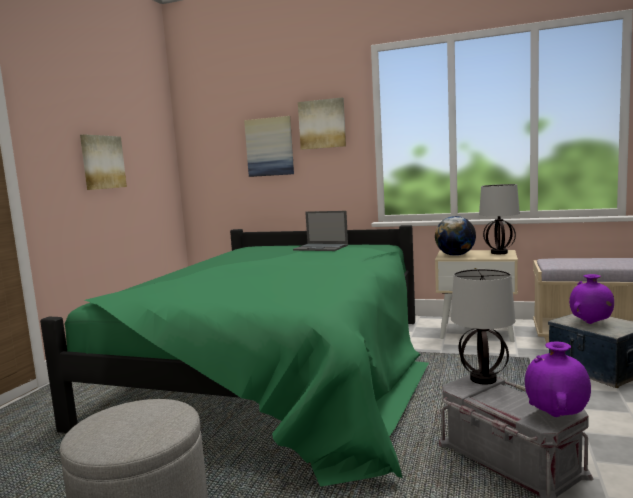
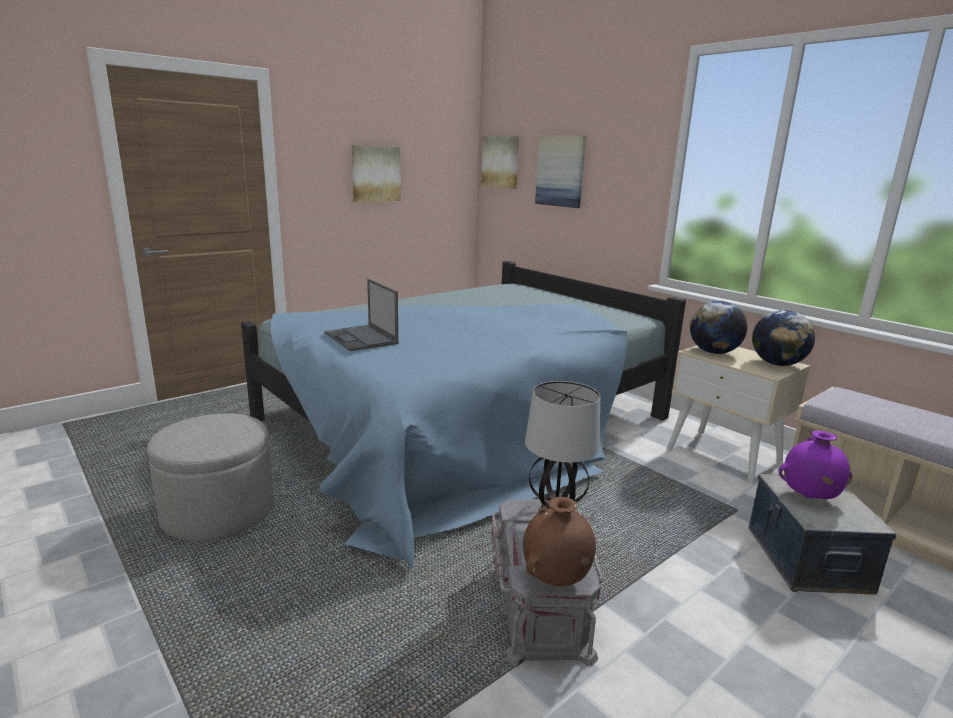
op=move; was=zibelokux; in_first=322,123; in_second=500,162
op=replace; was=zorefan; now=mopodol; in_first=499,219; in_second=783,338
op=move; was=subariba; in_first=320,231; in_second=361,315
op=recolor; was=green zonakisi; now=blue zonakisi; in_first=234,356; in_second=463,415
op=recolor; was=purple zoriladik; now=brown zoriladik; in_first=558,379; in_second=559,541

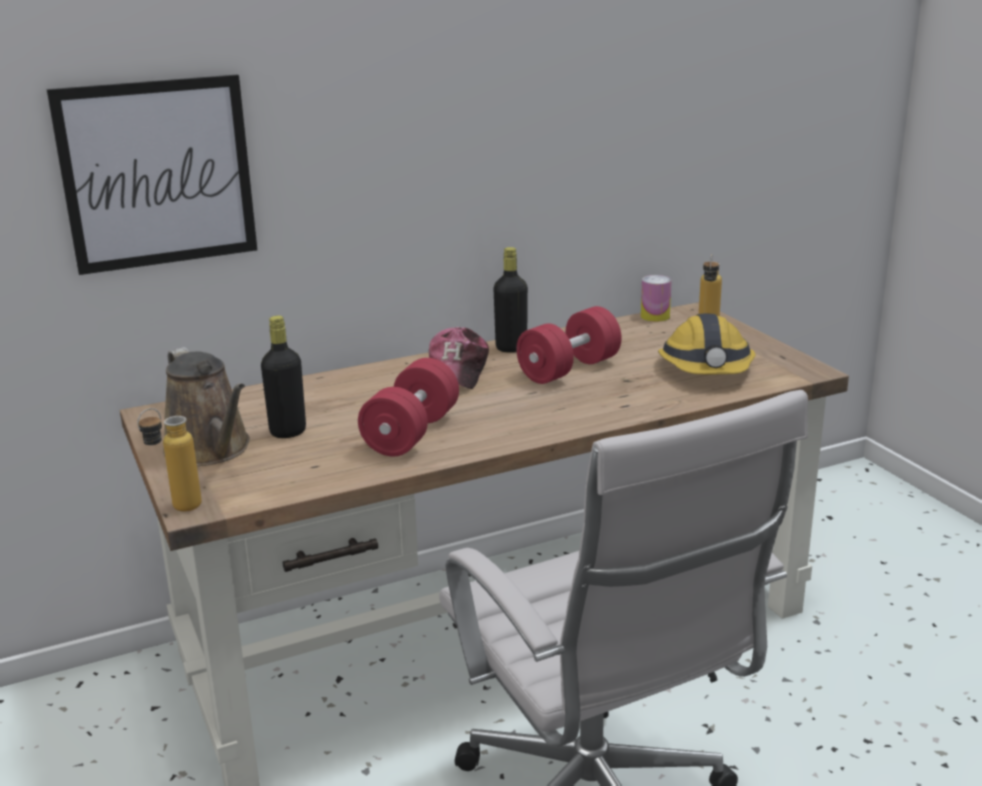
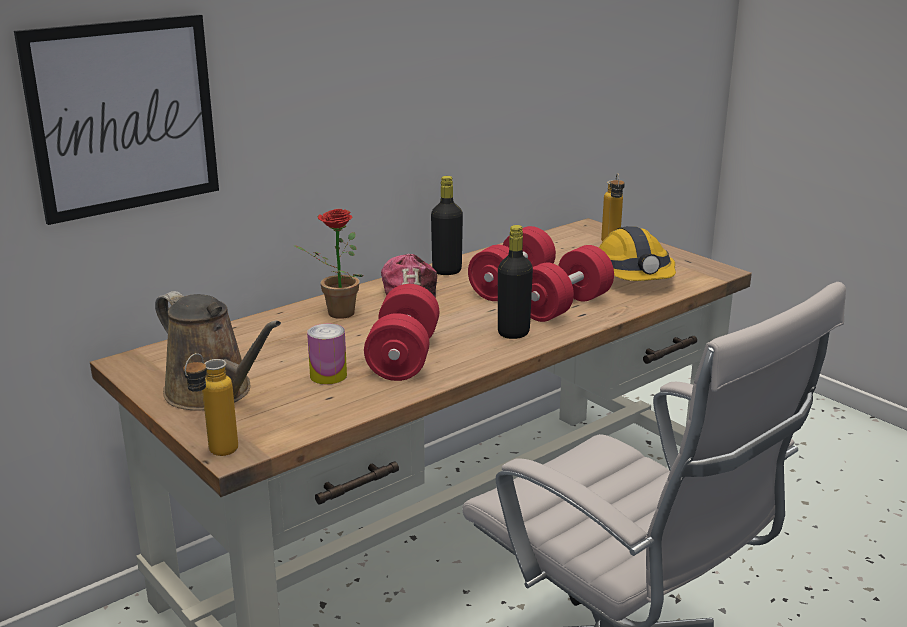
op=move; was=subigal; in_first=656,298; in_second=327,354
op=move; was=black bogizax; in_first=283,377; in_second=515,282
op=insert; now=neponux; in_second=328,264
op=insert; now=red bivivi; in_second=572,283

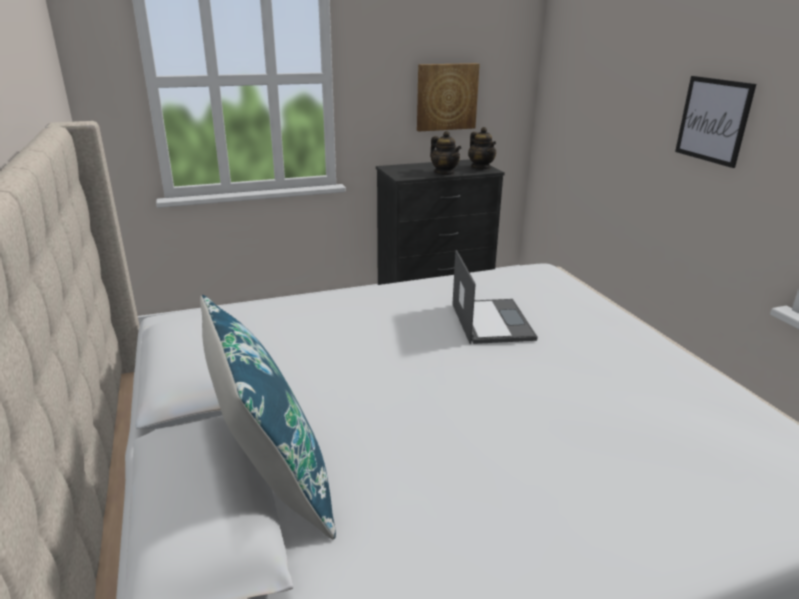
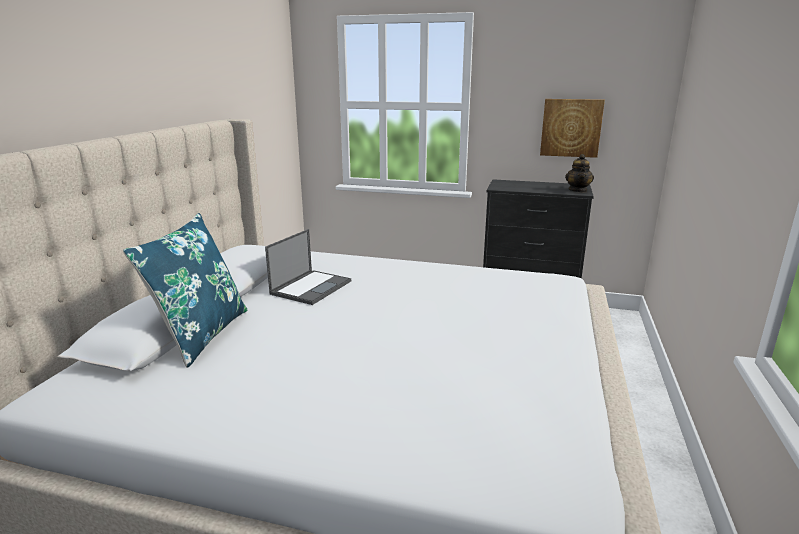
op=delete; was=zibelokux; in_first=715,122
op=delete; was=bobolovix; in_first=445,153
op=move; was=subariba; in_first=495,297; in_second=308,267

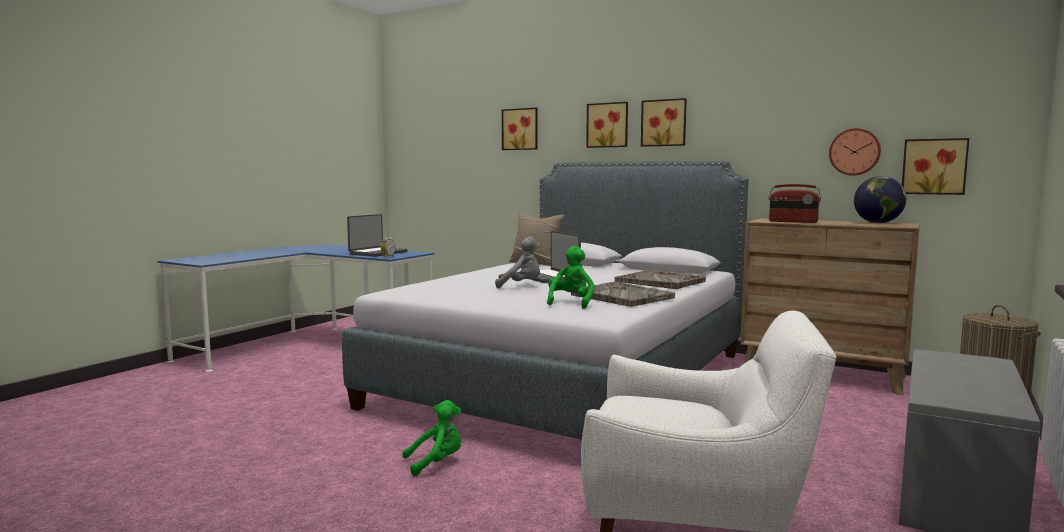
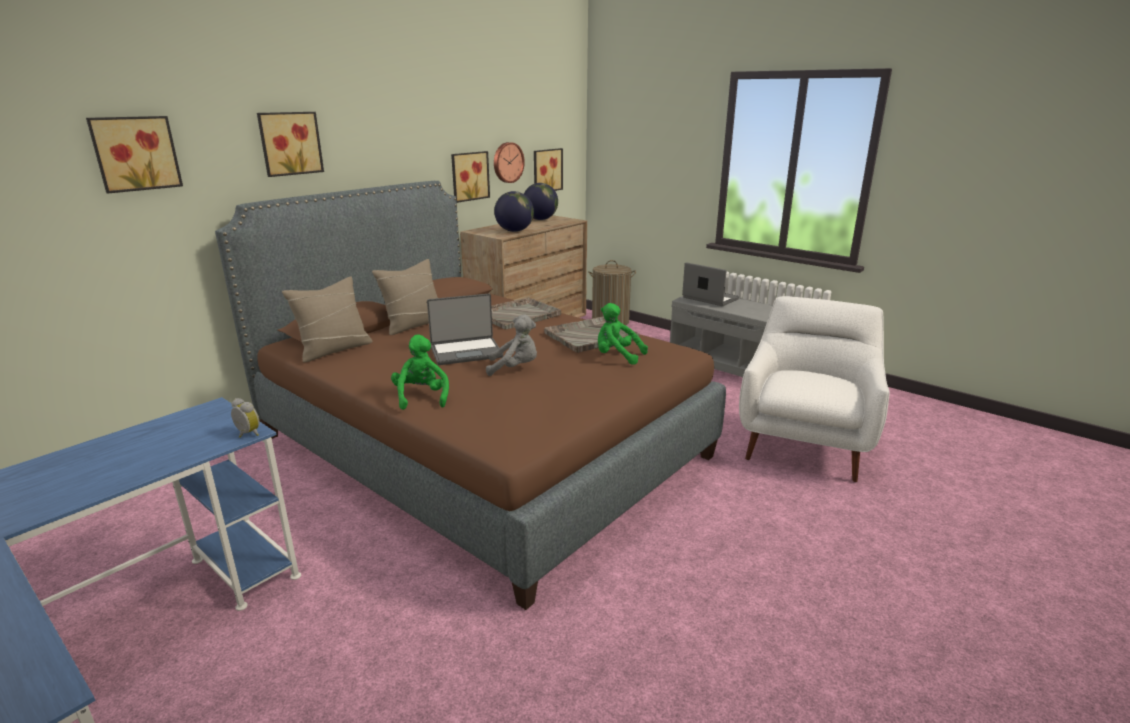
op=move; was=zibelokux; in_first=664,122; in_second=470,177
op=recolor; was=grey zonakisi; now=brown zonakisi; in_first=545,300; in_second=470,395
op=replace; was=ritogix; now=mopodol; in_first=795,203; in_second=514,211
op=move; was=subariba; in_first=377,235; in_second=710,284
op=rotate; was=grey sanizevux; in_first=517,262; in_second=511,345; clockwise=75
op=move; was=green sanizevux; in_first=432,438; in_second=420,372
op=insert; now=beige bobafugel; in_second=405,297

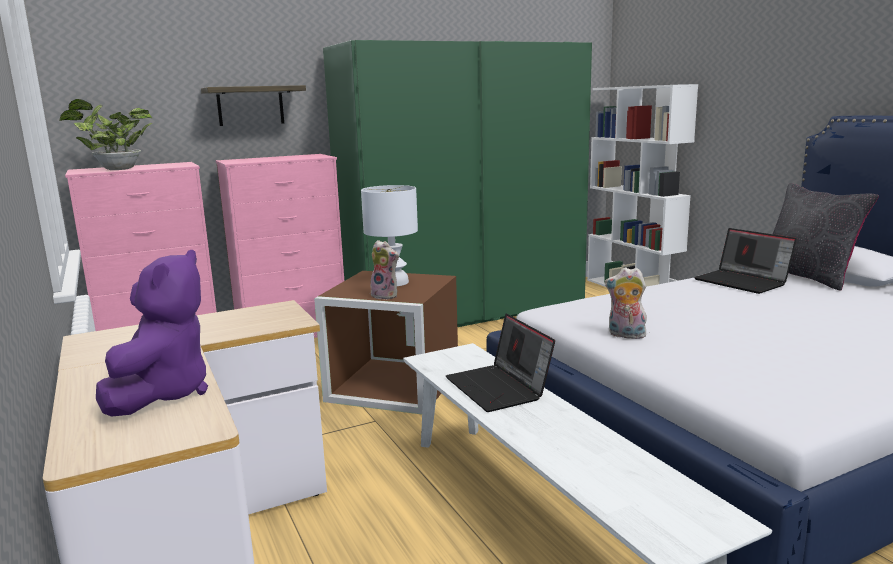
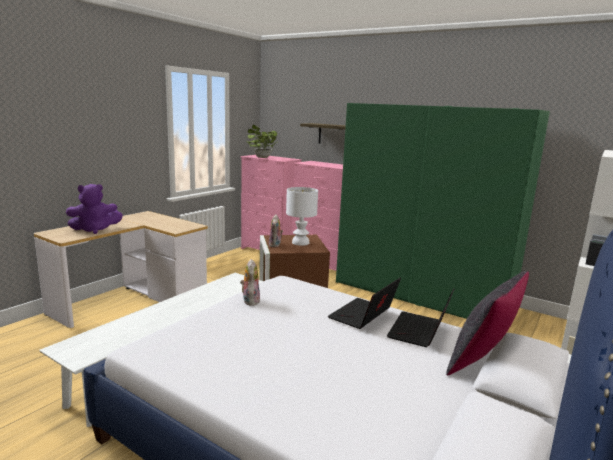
op=move; was=subariba; in_first=500,362; in_second=364,303

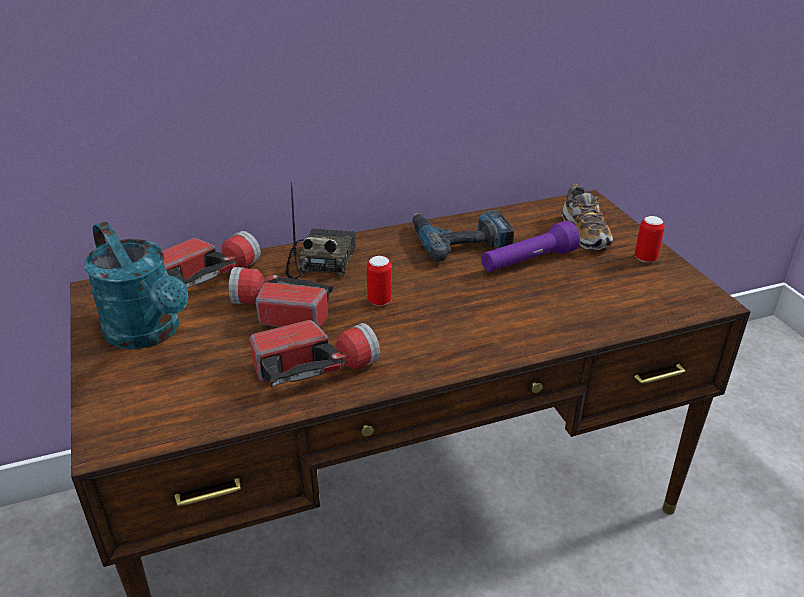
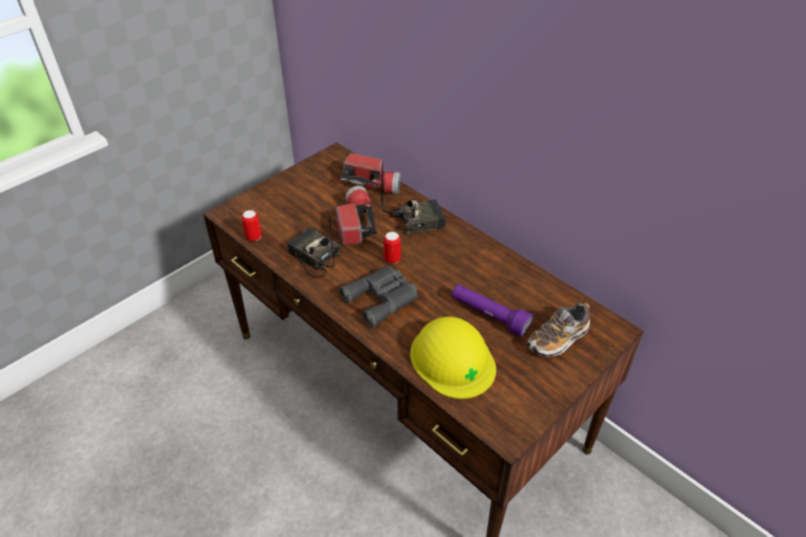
op=delete; was=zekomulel; in_first=463,236
op=move; was=subigal; in_first=650,239; in_second=252,225
op=delete; was=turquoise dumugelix; in_first=136,285
op=replace; was=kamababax; now=ritogix; in_first=315,353; in_second=314,246
op=insert; now=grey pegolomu; in_second=378,296
op=insert; now=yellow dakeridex; in_second=453,358

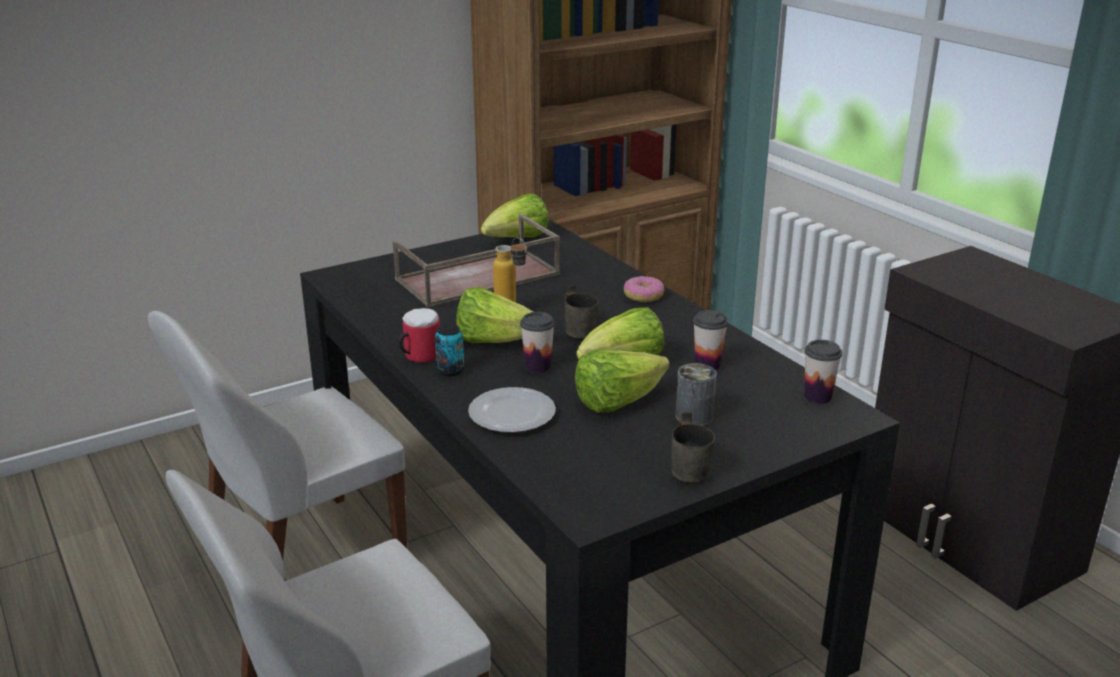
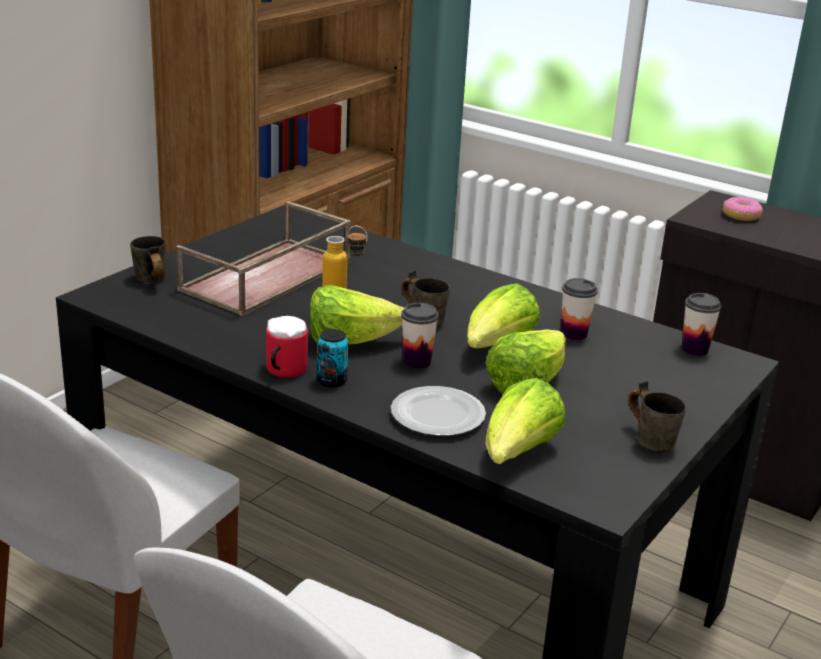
op=move; was=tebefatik; in_first=515,216; in_second=525,421
op=move; was=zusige; in_first=644,289; in_second=743,209
op=delete; was=subigal; in_first=696,394
op=insert; now=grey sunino; in_second=148,259

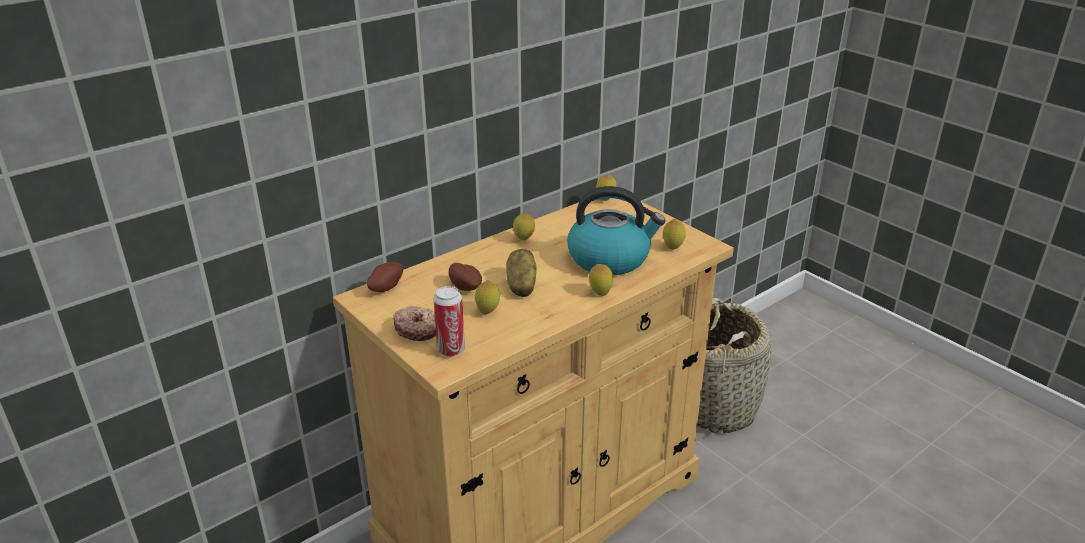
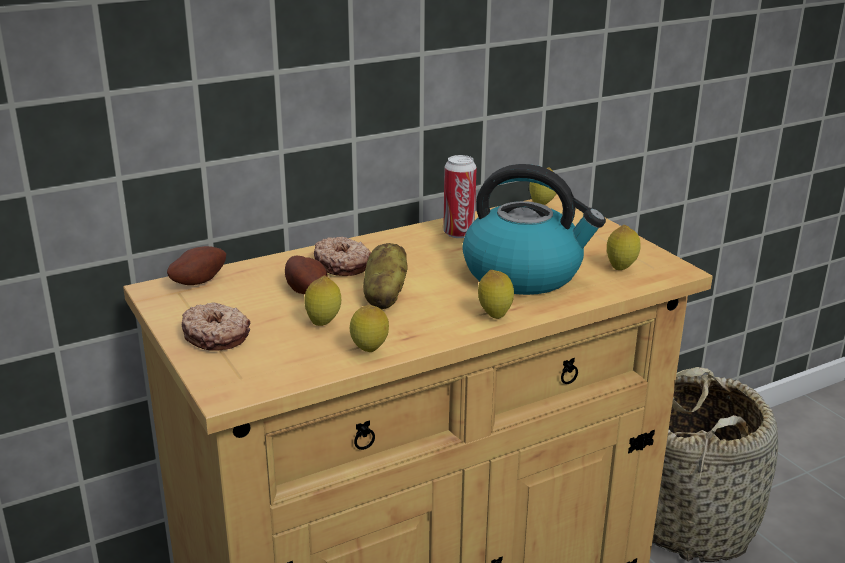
op=move; was=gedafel; in_first=524,226; in_second=369,328
op=move; was=subigal; in_first=449,321; in_second=460,196
op=insert; now=zusige; in_second=342,256

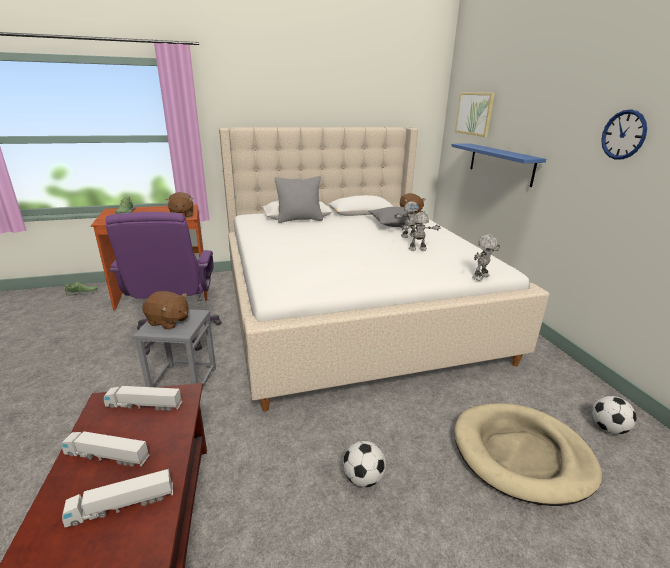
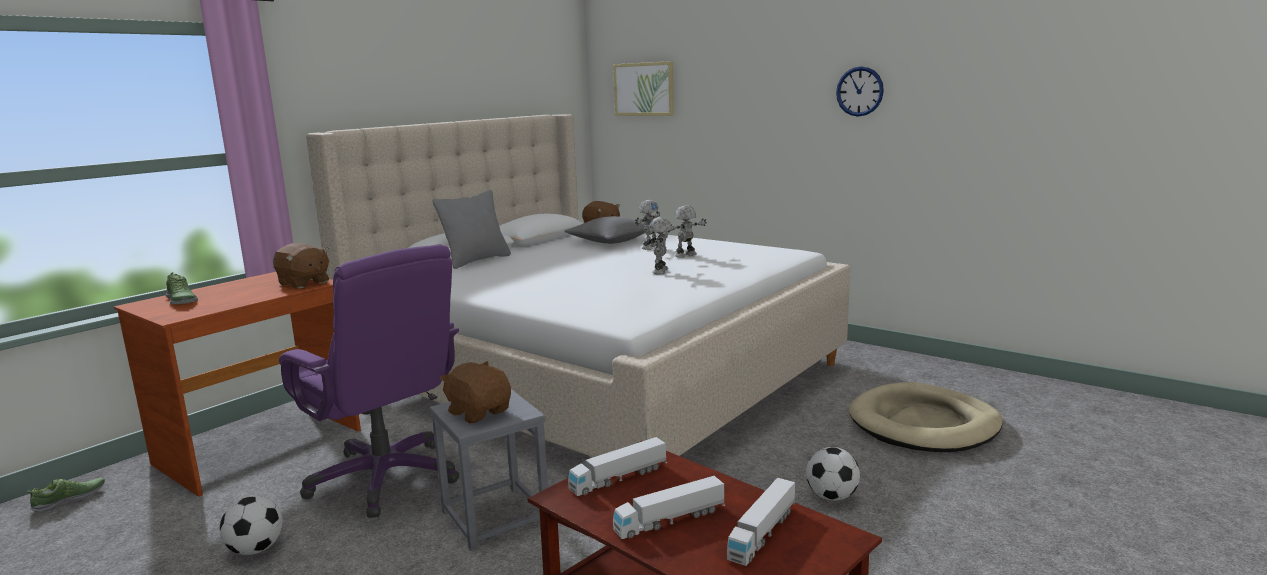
op=delete; was=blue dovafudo; in_first=498,165
op=move; was=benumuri; in_first=486,257; in_second=660,245
op=rotate; was=brown sanizevux; in_first=165,310; in_second=475,392; clockwise=-120
op=move; was=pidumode; in_first=614,415; in_second=251,525

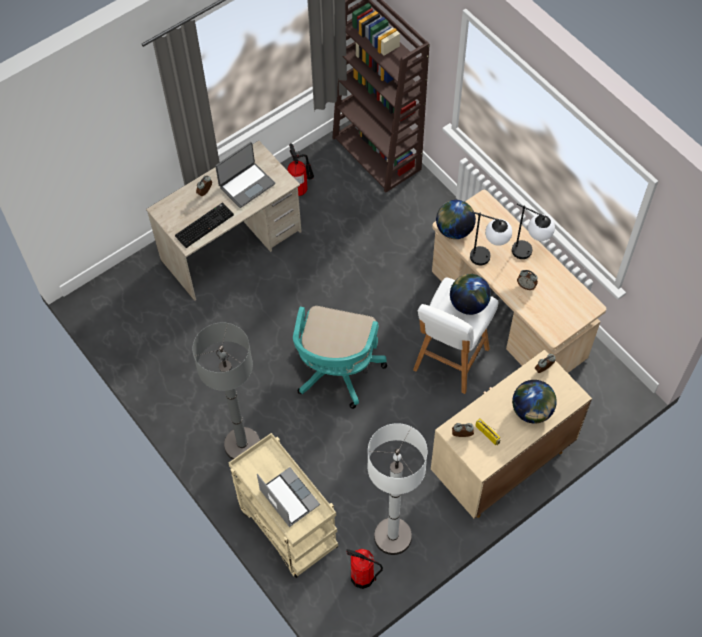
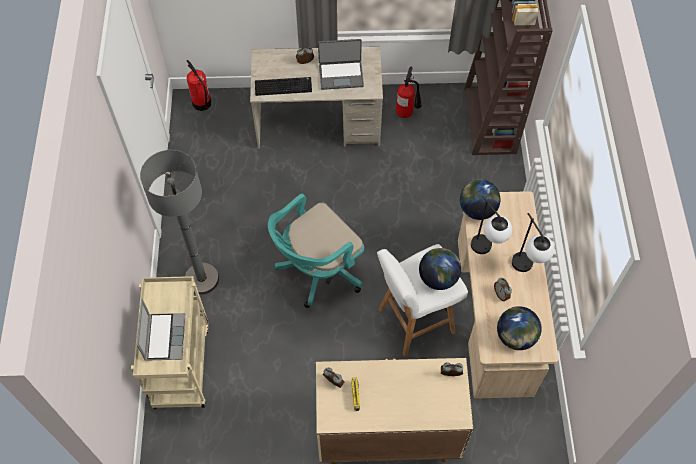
op=move; was=mopodol; in_first=534,401; in_second=519,328
op=delete; was=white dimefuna; in_first=397,489
op=move; was=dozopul; in_first=364,569; in_second=199,85

